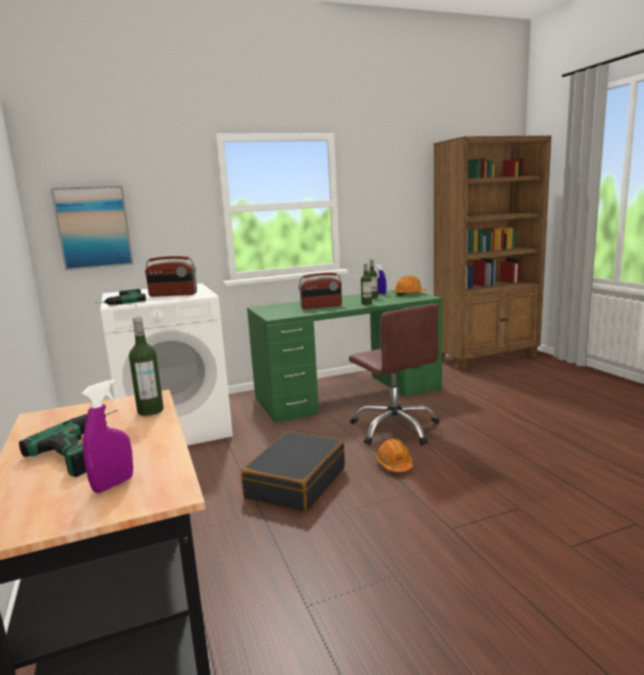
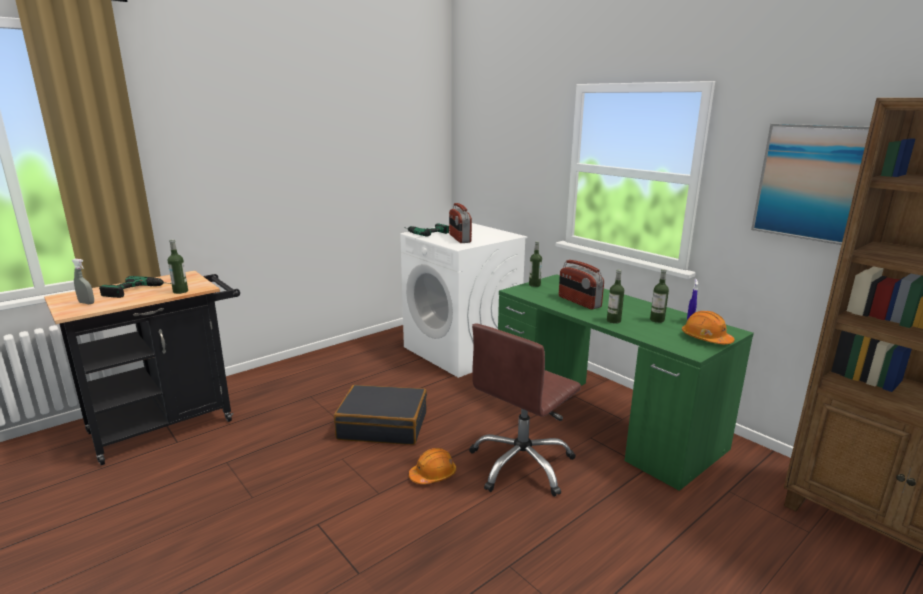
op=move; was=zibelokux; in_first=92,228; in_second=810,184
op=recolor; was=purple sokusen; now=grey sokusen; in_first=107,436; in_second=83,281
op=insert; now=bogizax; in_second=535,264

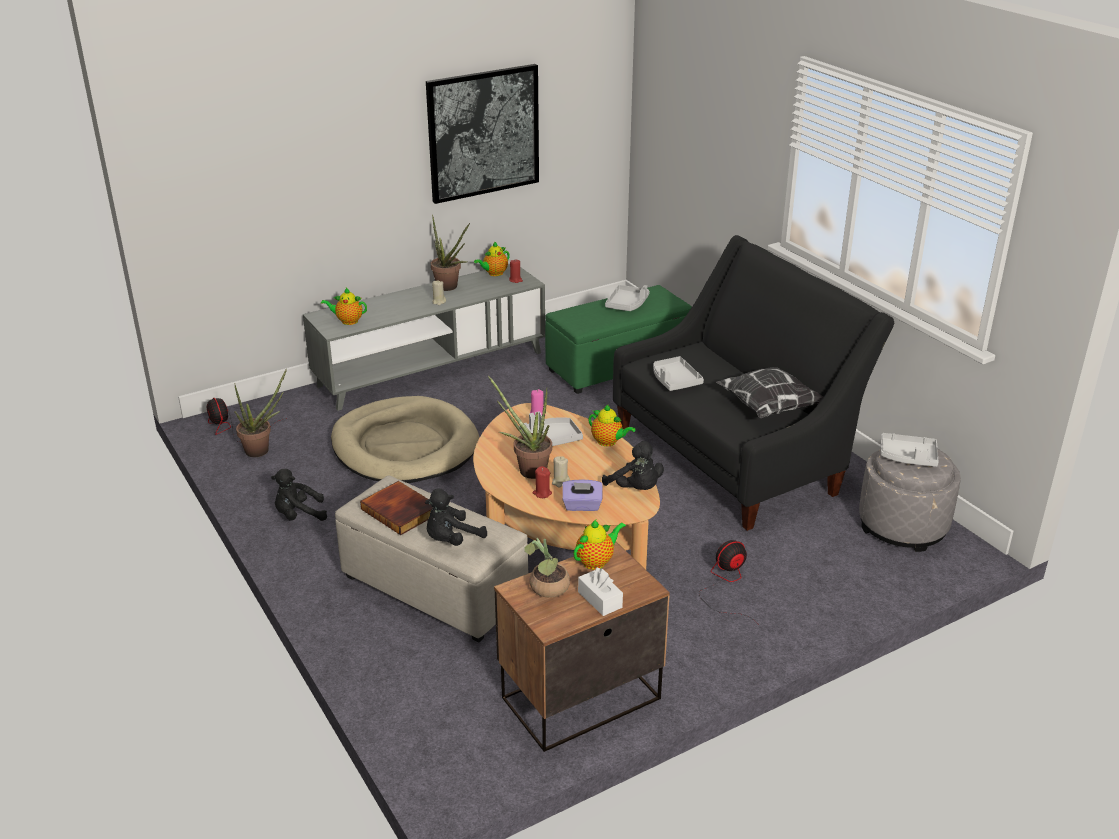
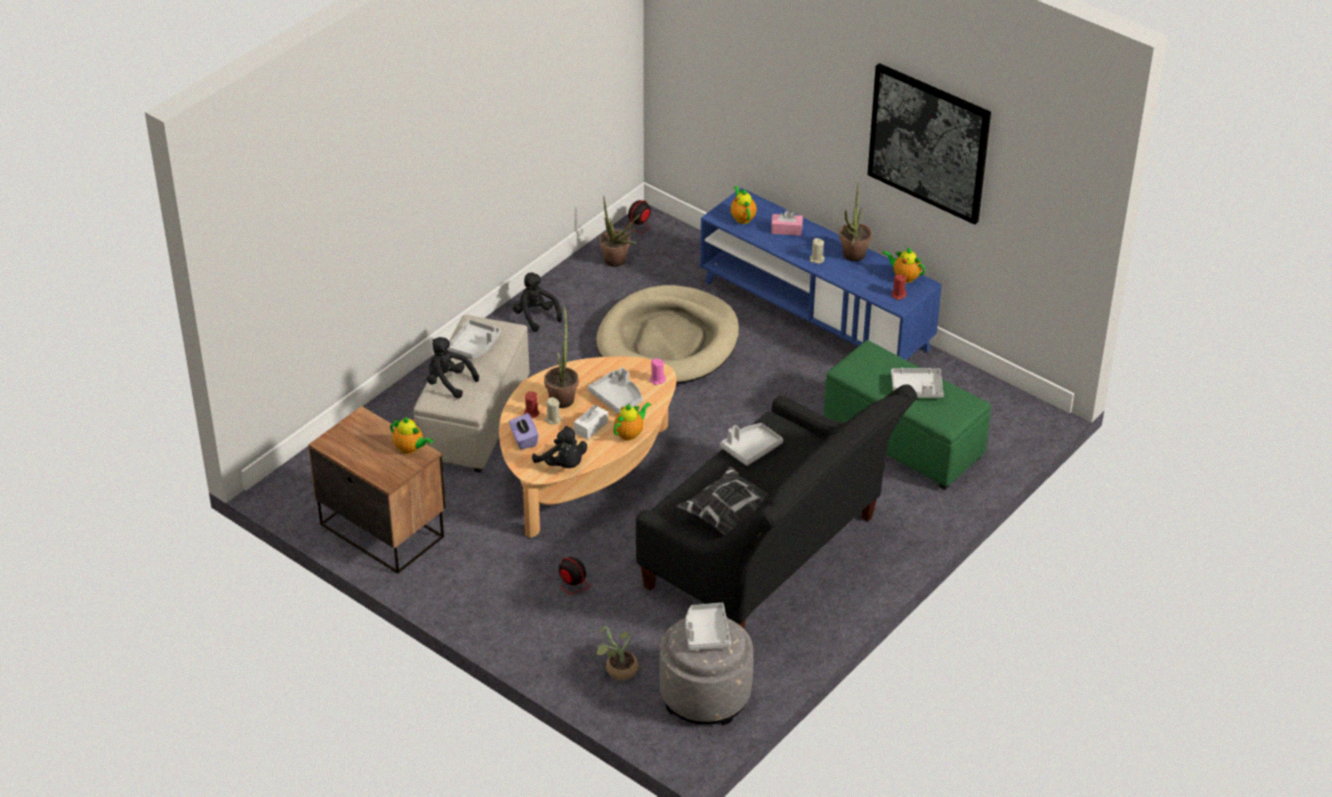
op=recolor; was=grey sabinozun; now=blue sabinozun; in_first=424,337; in_second=821,274
op=rotate; was=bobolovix; in_first=612,425; in_second=632,421; clockwise=-150
op=rotate; was=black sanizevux; in_first=633,465; in_second=559,447; clockwise=-75
op=replace; was=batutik; now=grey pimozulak; in_first=396,508; in_second=474,339
op=move; was=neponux; in_first=547,568; in_second=617,653
op=move; was=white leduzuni; in_first=600,591; in_second=591,422
op=insert; now=pink leduzuni; in_second=787,223

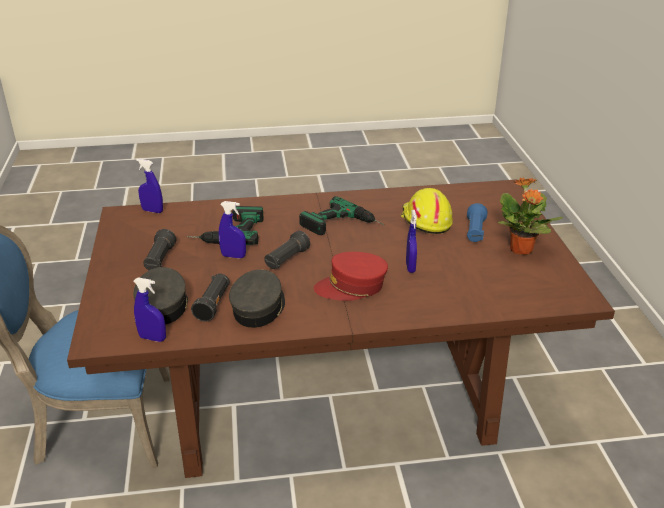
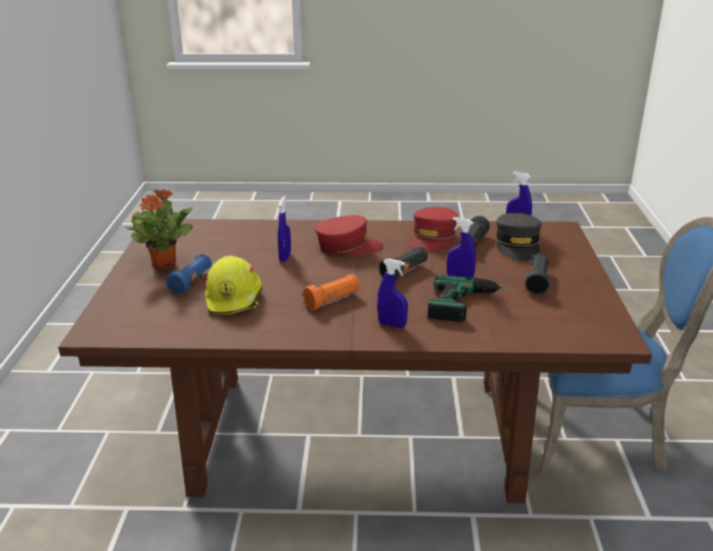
op=move; was=blue sokusen; in_first=149,186; in_second=392,293
op=replace; was=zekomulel; now=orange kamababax; in_first=341,215; in_second=331,292
op=recolor; was=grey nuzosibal; now=red nuzosibal; in_first=257,298; in_second=434,229

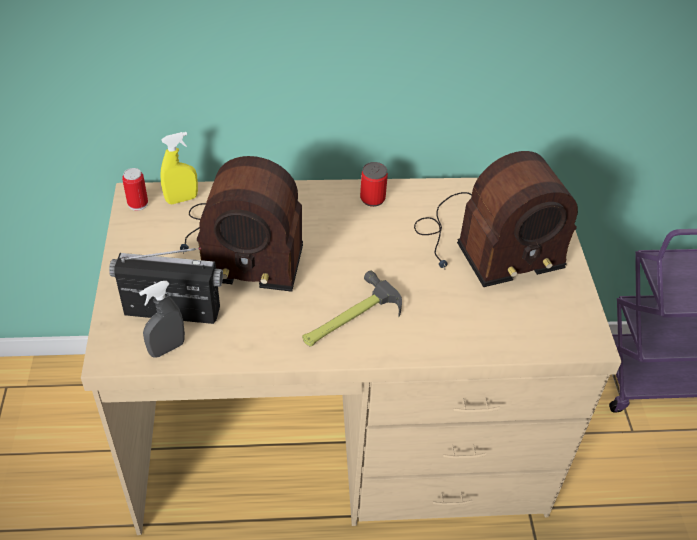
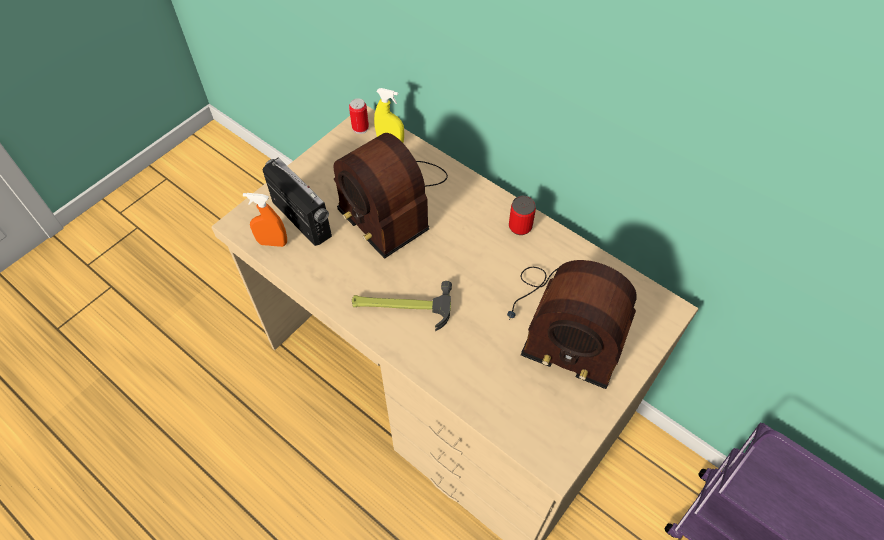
op=recolor; was=grey sokusen; now=orange sokusen; in_first=162,319; in_second=265,220

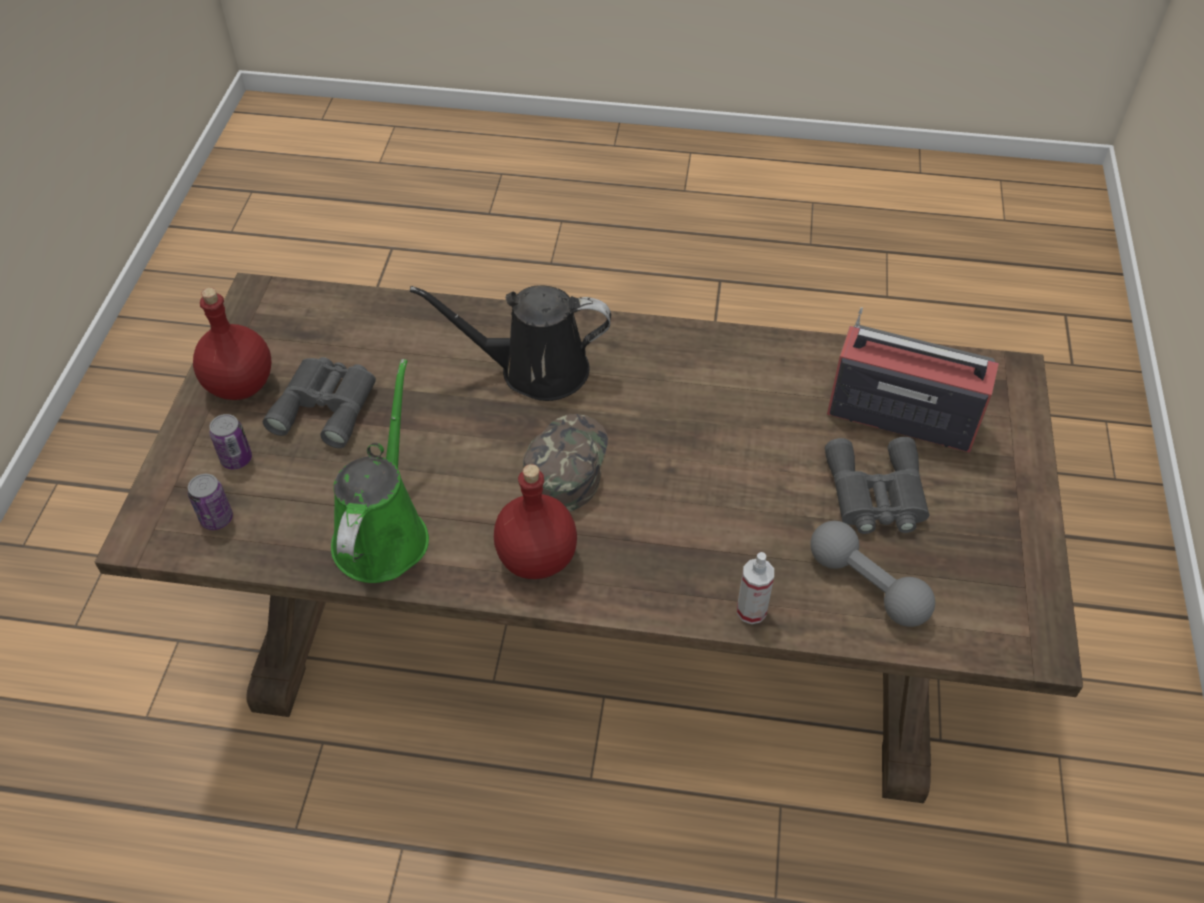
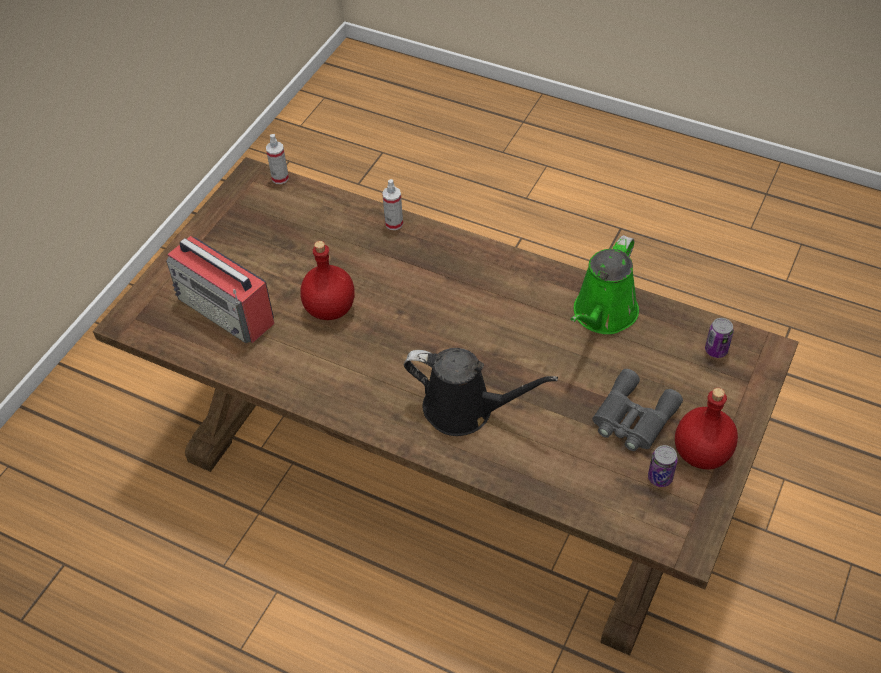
op=move; was=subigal; in_first=230,442; in_second=663,466
op=delete; was=green nuzosibal; in_first=565,463
op=delete; was=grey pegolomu; in_first=877,485
op=move; was=red bogizax; in_first=535,521; in_second=327,280
op=delete; was=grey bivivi; in_first=872,574
op=insert; now=sokusen; in_second=277,159

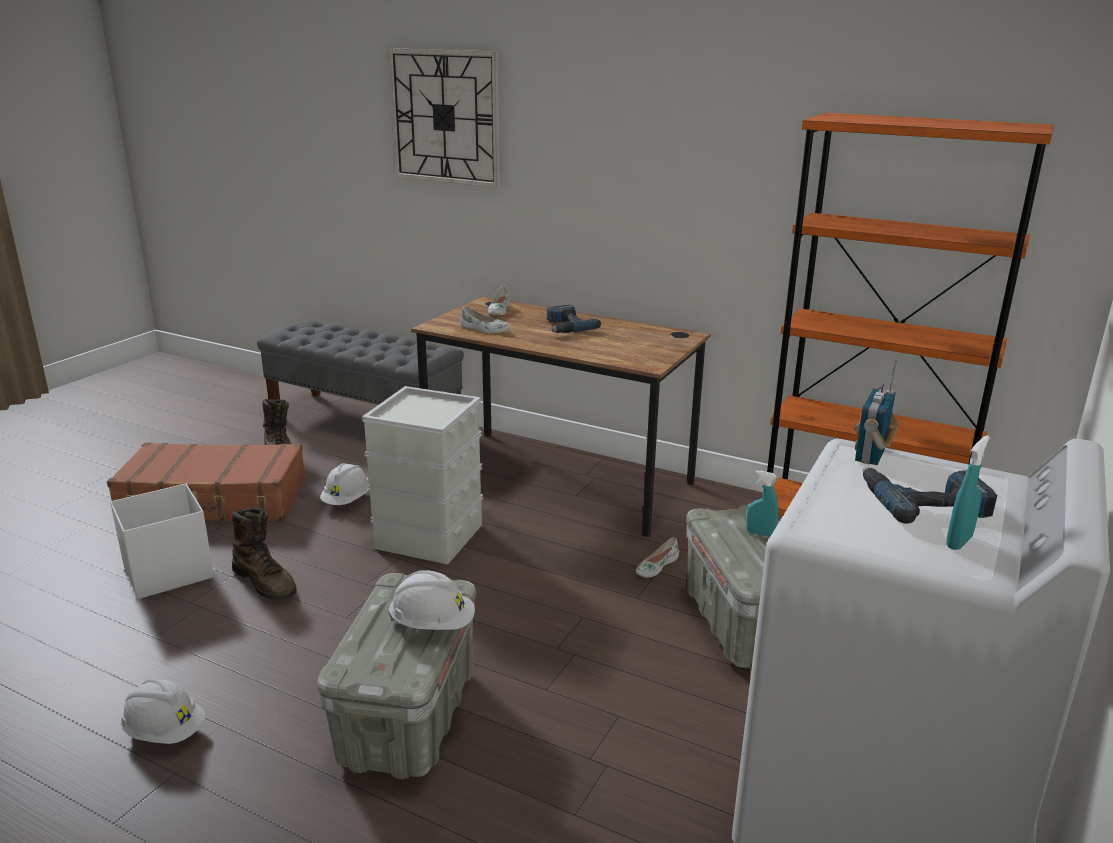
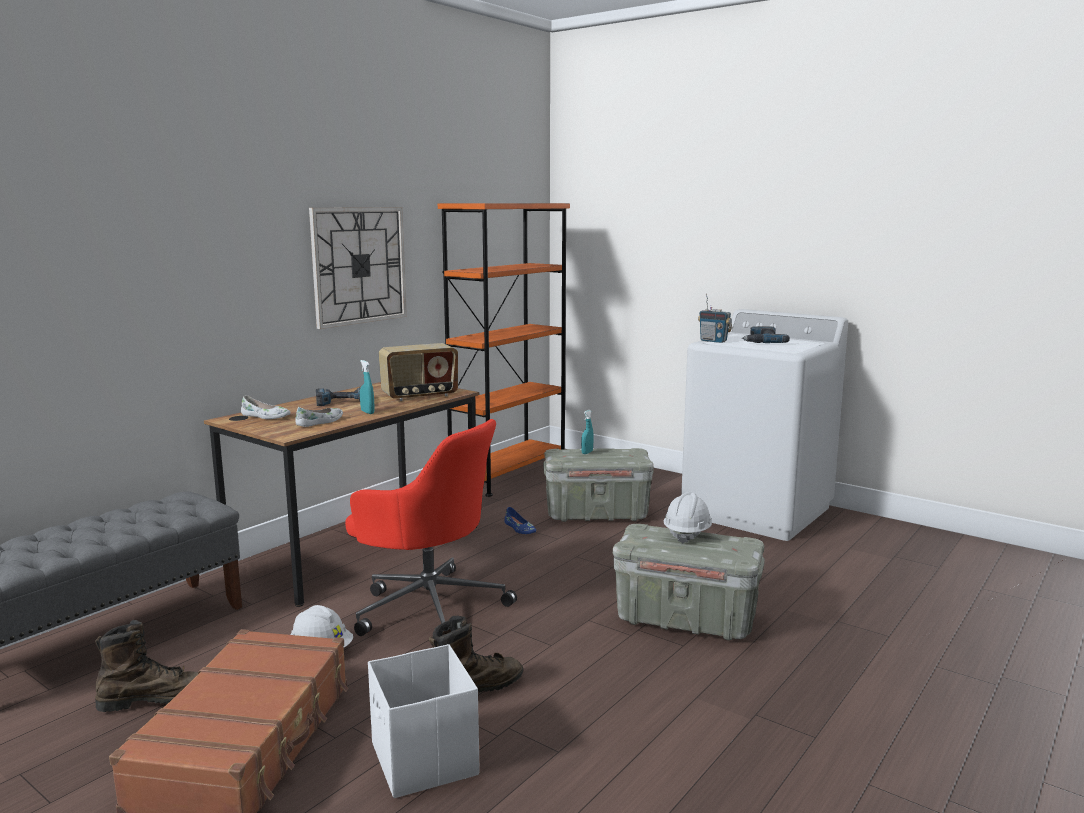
op=move; was=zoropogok; in_first=443,118; in_second=358,268
op=replace; was=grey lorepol; now=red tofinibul; in_first=422,475; in_second=431,527
op=move; was=turquoise sokusen; in_first=968,492; in_second=367,387
op=recolor; was=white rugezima; now=blue rugezima; in_first=657,557; in_second=520,520
op=delete; was=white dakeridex; in_first=163,711
op=insert; now=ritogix; in_second=418,372

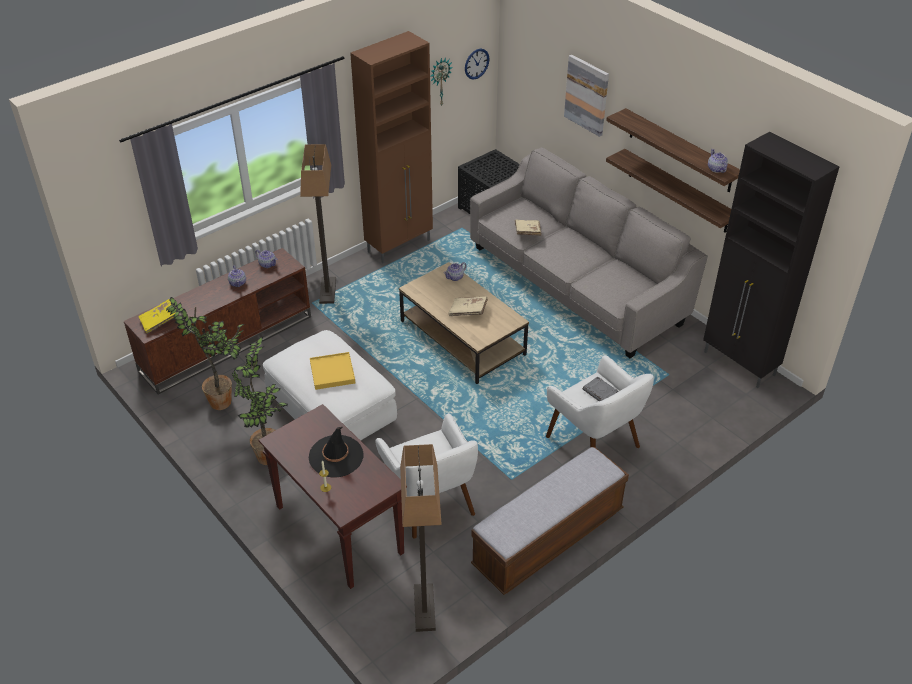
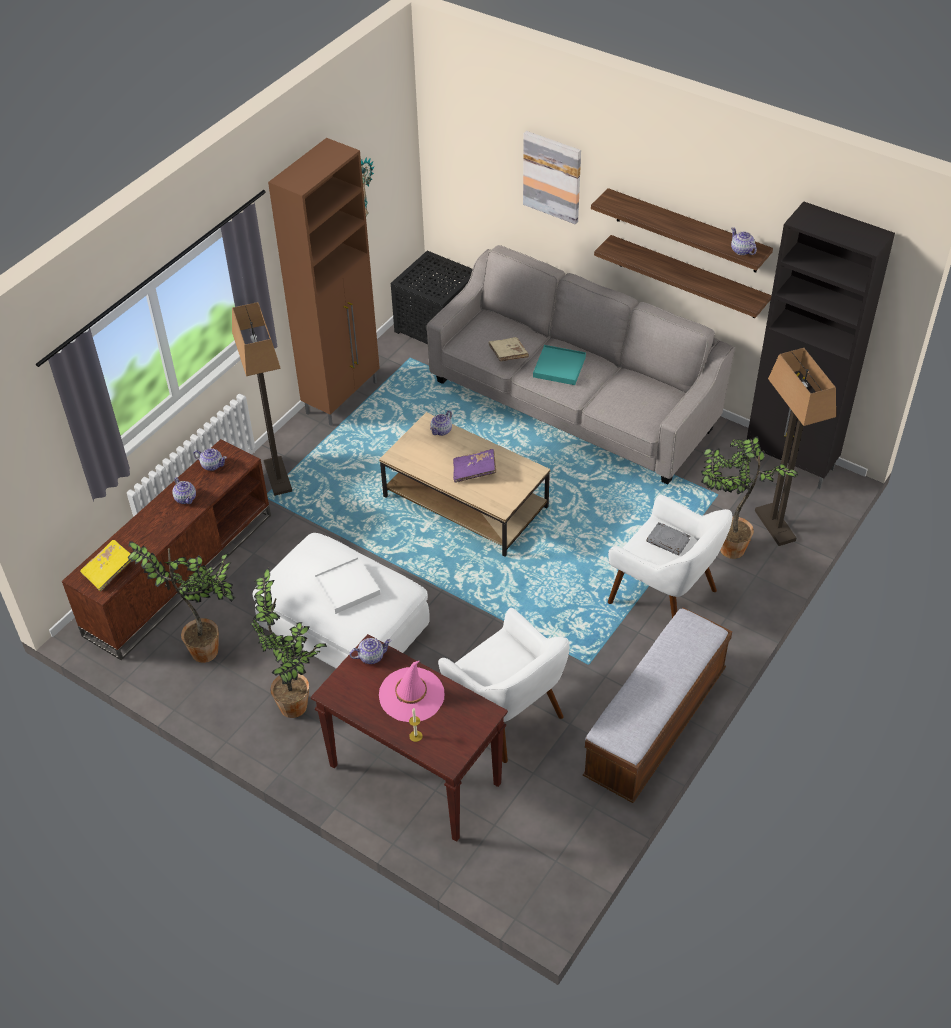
op=delete; was=zoropogok; in_first=477,64
op=recolor; was=beige batutik; now=purple batutik; in_first=468,306; in_second=474,466
op=recolor; was=yellow pimozulak; now=white pimozulak; in_first=332,371; in_second=347,585
op=recolor; was=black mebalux; now=pink mebalux; in_first=336,452; in_second=411,691
op=move; was=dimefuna; in_first=421,538; in_second=795,447
op=insert; now=turquoise pimozulak; in_second=559,365
op=insert; now=neponux; in_second=749,497
op=insert; now=bobolovix; in_second=370,651

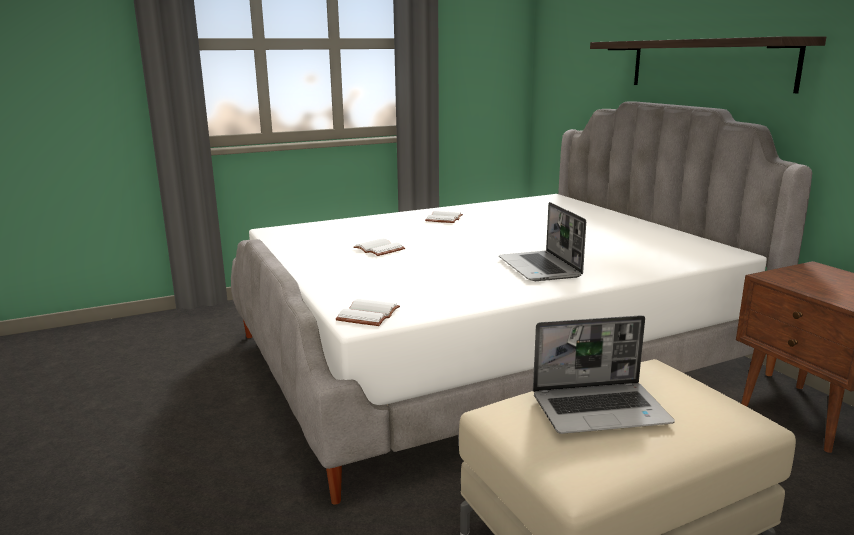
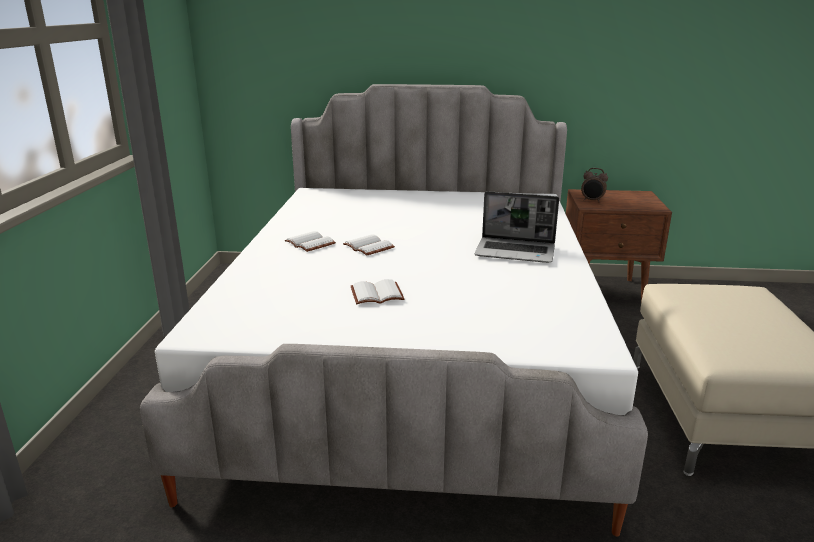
op=delete; was=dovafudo; in_first=708,64
op=move; was=white batutik; in_first=368,312; in_second=369,245
op=delete; was=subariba; in_first=604,374
op=insert; now=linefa; in_second=594,185

